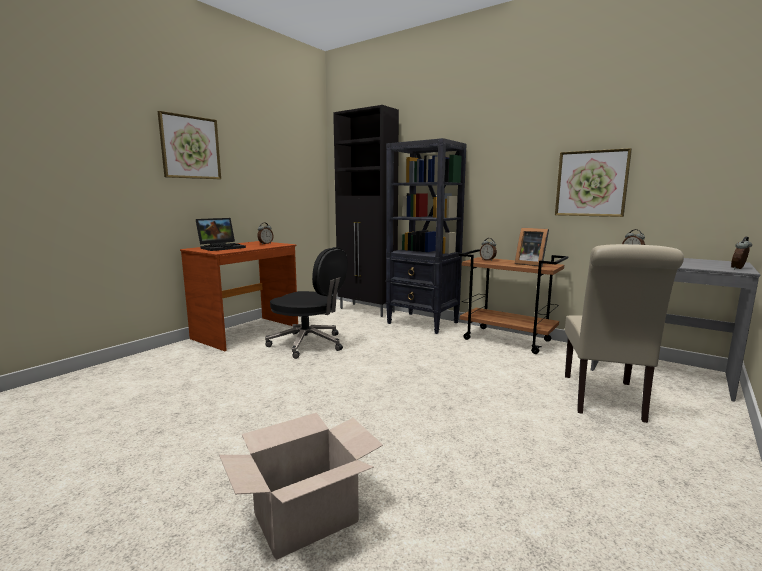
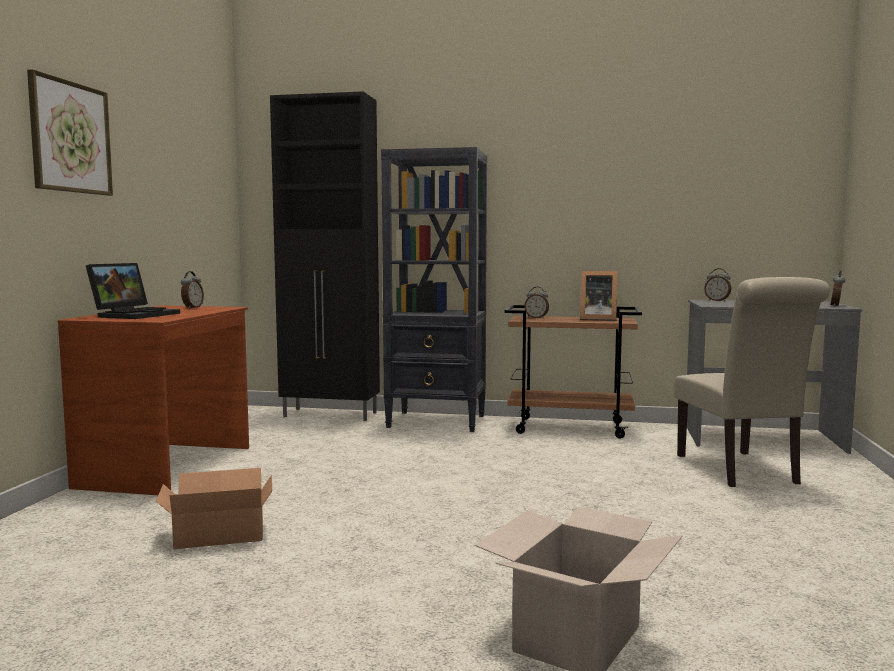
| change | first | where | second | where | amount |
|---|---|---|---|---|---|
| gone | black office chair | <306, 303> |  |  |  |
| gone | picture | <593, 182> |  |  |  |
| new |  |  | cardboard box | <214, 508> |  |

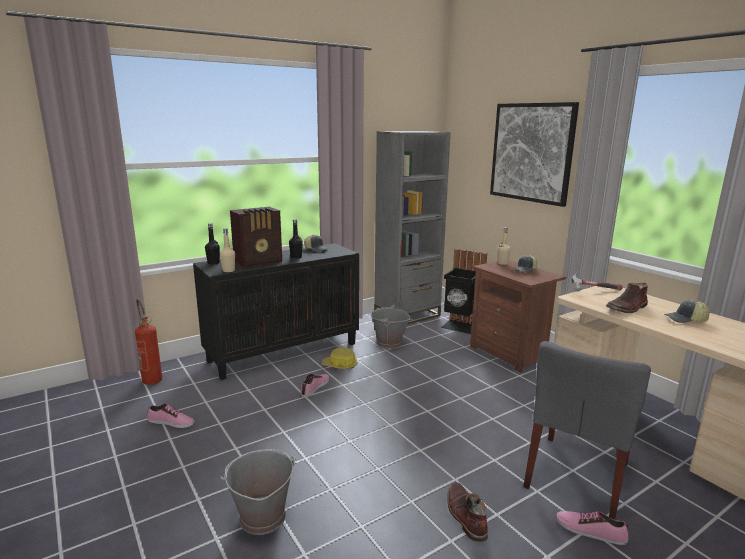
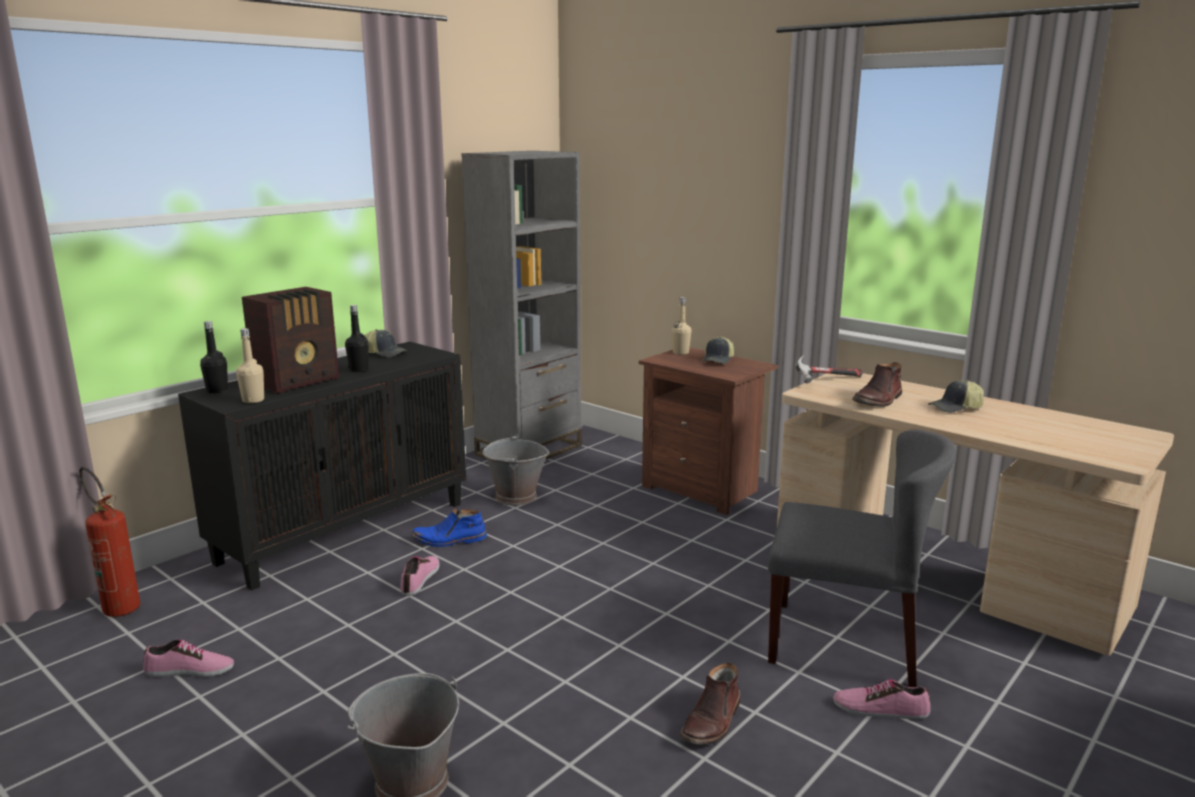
| change | first | where | second | where | amount |
|---|---|---|---|---|---|
| gone | black trash can | <464, 291> |  |  |  |
| gone | picture | <534, 154> |  |  |  |
| swapped | hard hat | <340, 358> | blue boot | <449, 527> |  |
| rotated | brown boot | <468, 512> |  | <710, 704> | 120 degrees counterclockwise |
| rotated | grey chair | <587, 430> |  | <862, 558> | 90 degrees counterclockwise |

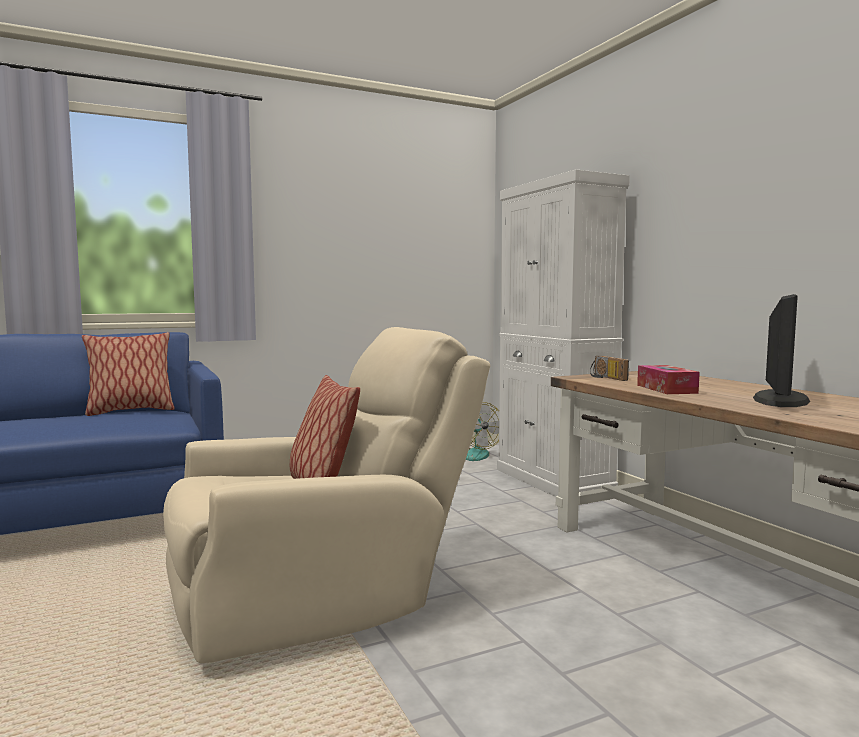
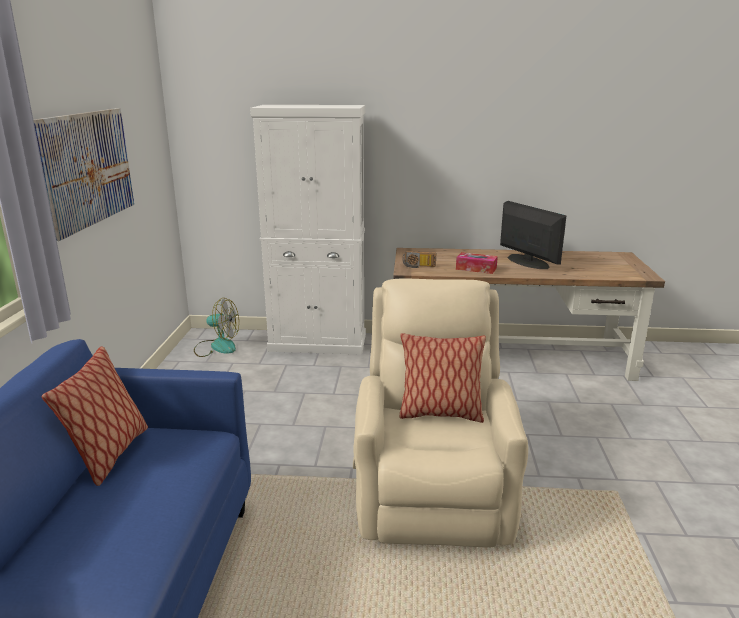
| change | first | where | second | where | amount |
|---|---|---|---|---|---|
| new |  |  | picture | <83, 174> |  |

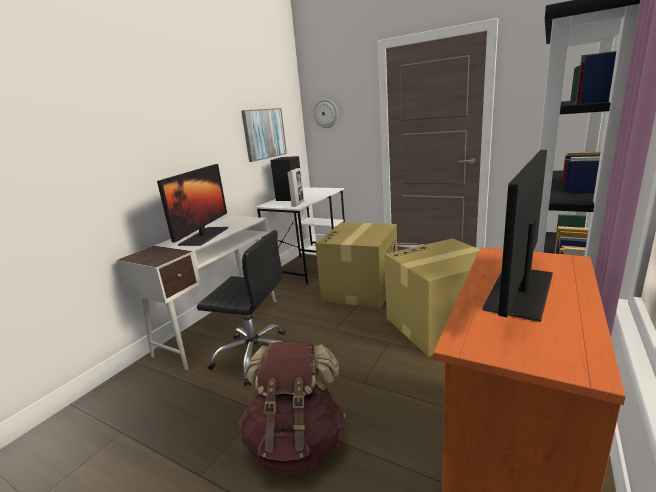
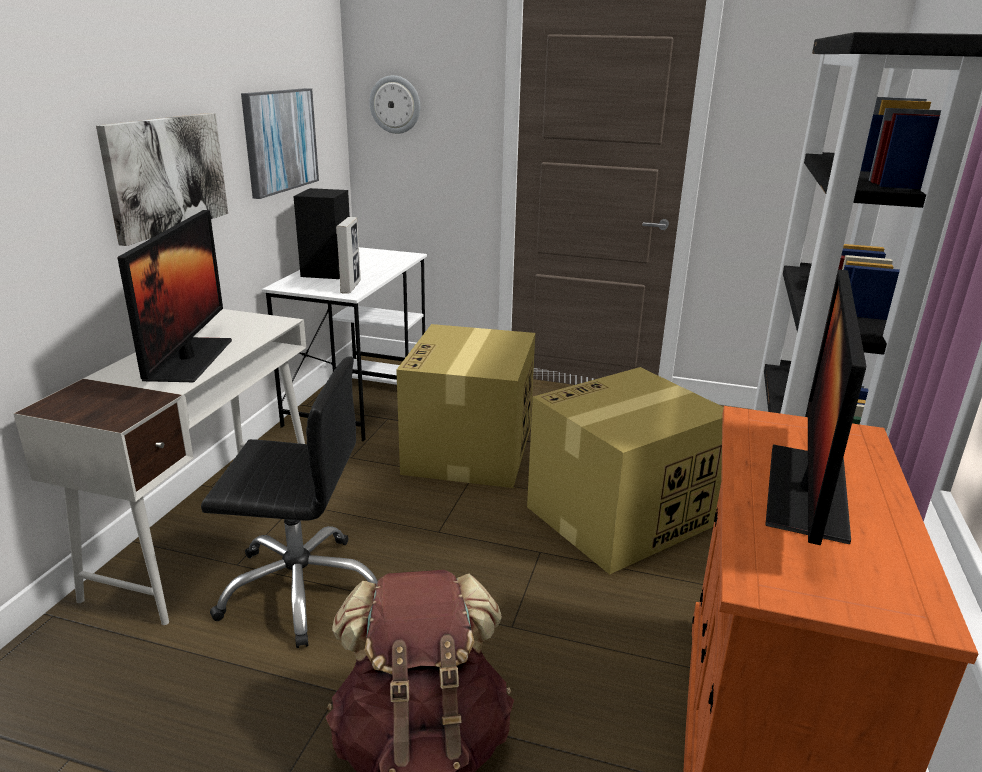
| change | first | where | second | where | amount |
|---|---|---|---|---|---|
| new |  |  | picture | <162, 179> |  |

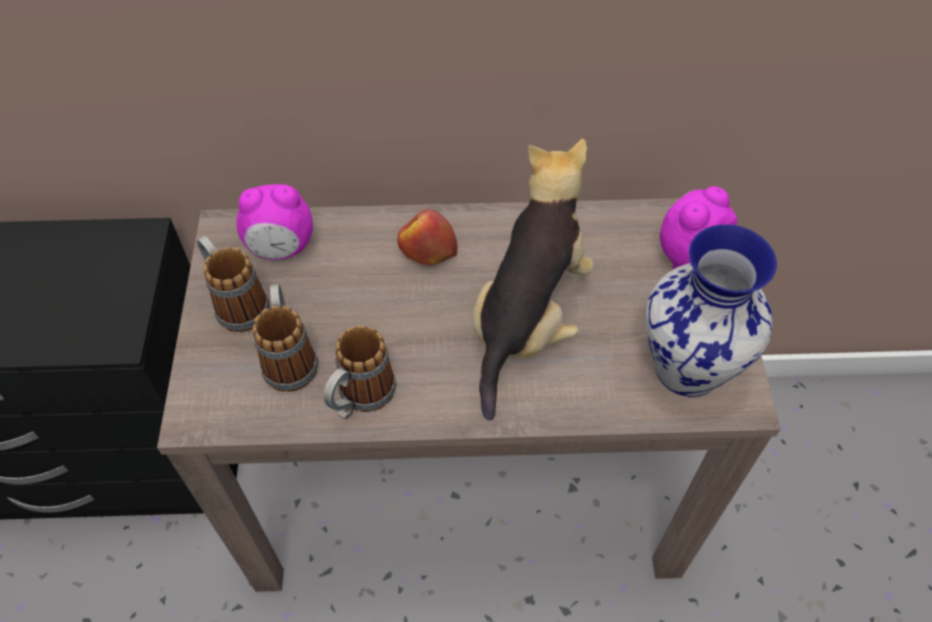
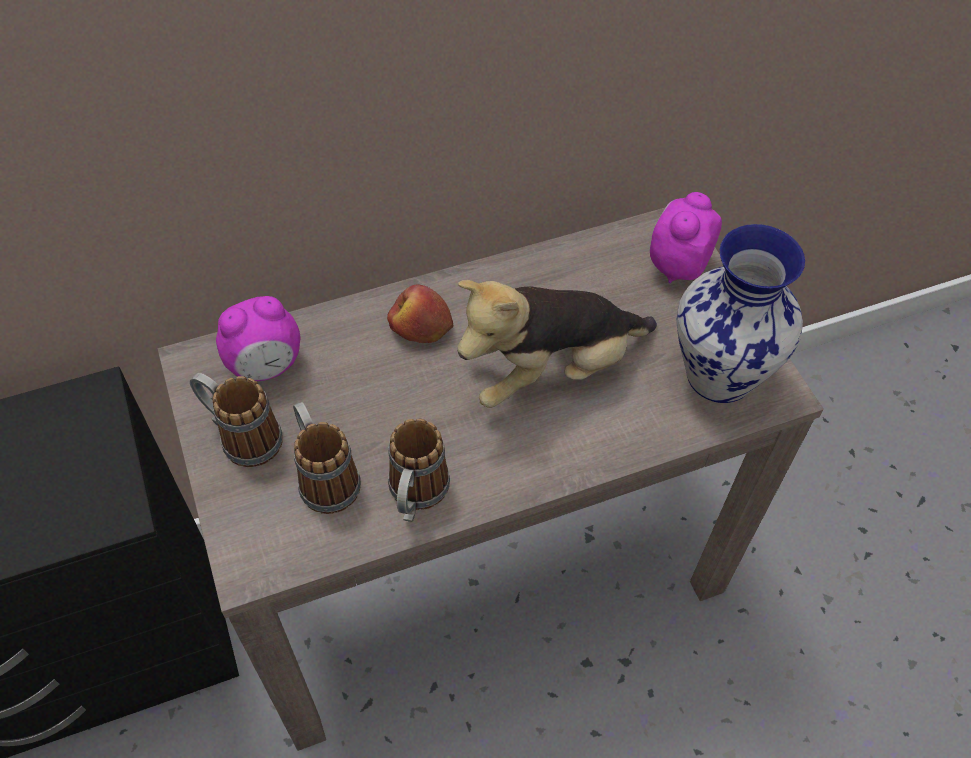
| change | first | where | second | where | amount |
|---|---|---|---|---|---|
| rotated | plush toy | <533, 279> |  | <557, 344> | 120 degrees counterclockwise |

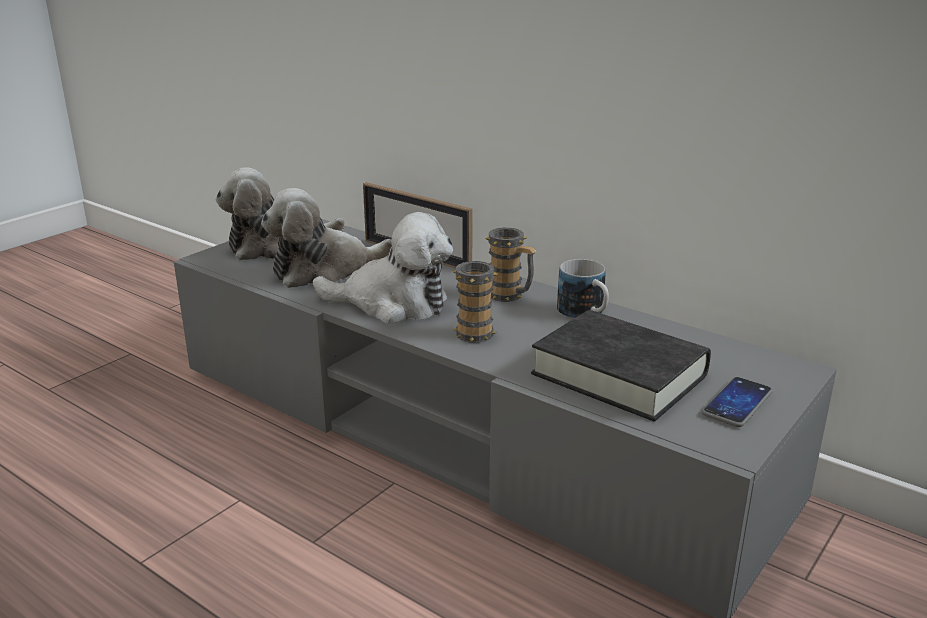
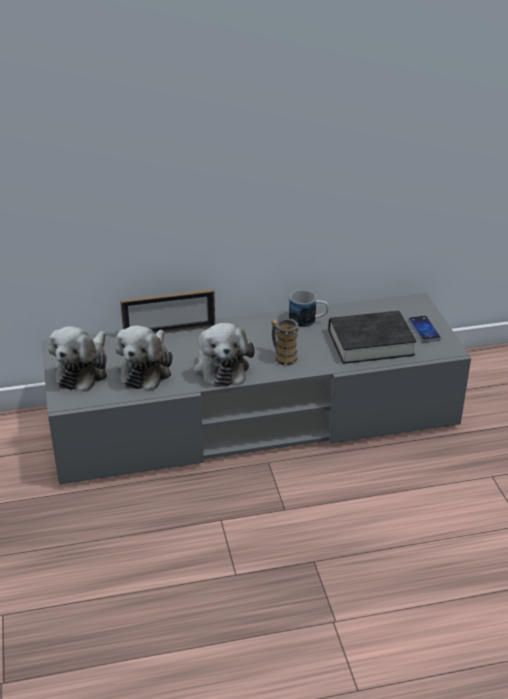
| change | first | where | second | where | amount |
|---|---|---|---|---|---|
| gone | mug | <511, 265> |  |  |  |
| rotated | plush toy | <383, 267> |  | <224, 355> | 120 degrees clockwise |

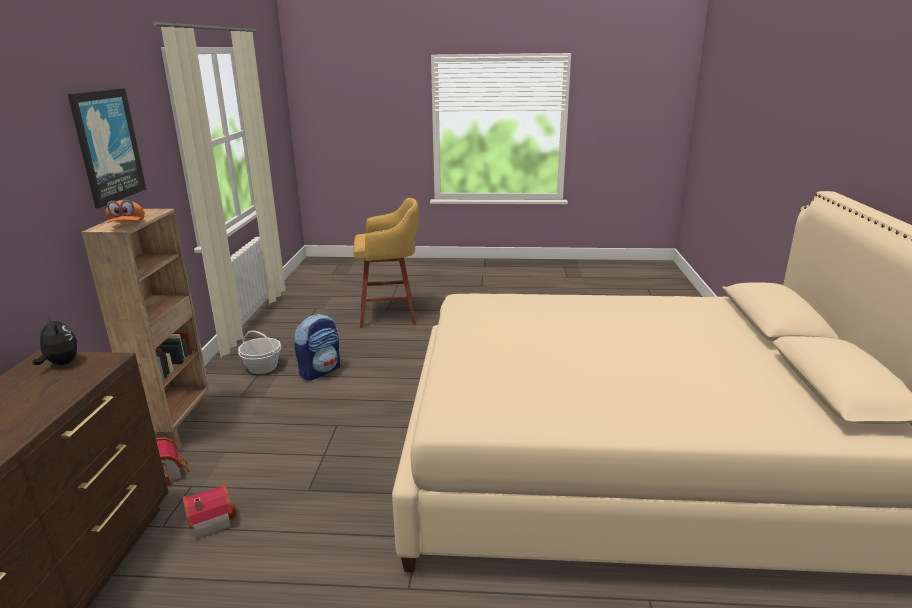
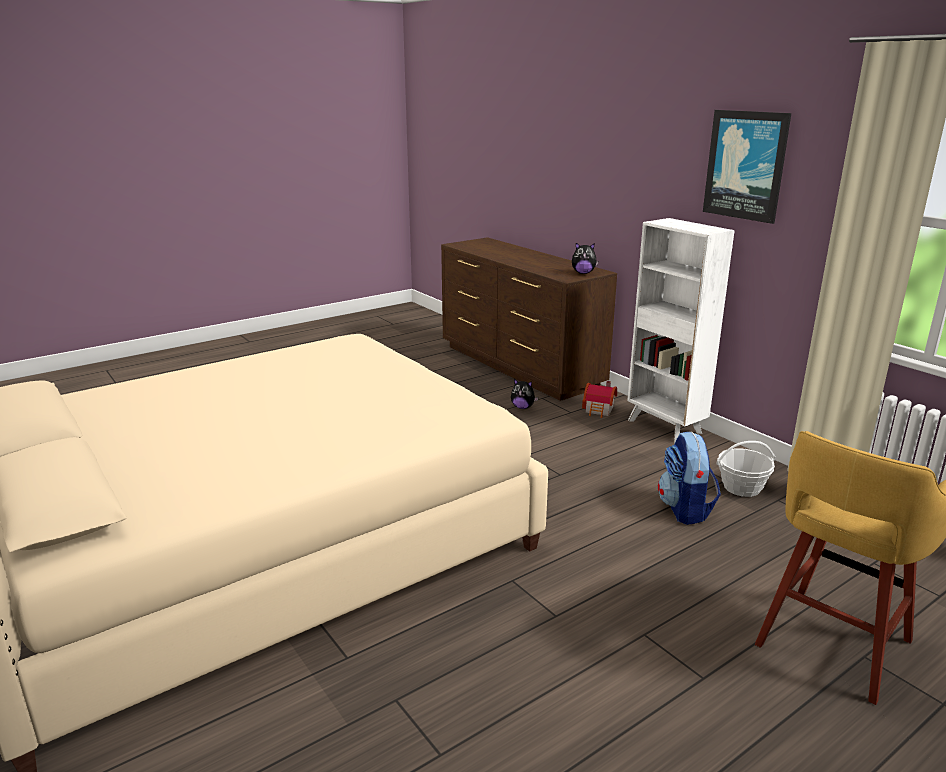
| change | first | where | second | where | amount |
|---|---|---|---|---|---|
| gone | orange cap | <125, 211> |  |  |  |
| swapped | toy house | <209, 511> | plush toy | <524, 394> |  |
| repainted | brown bookcase | <146, 329> | white bookcase | <681, 330> |  |

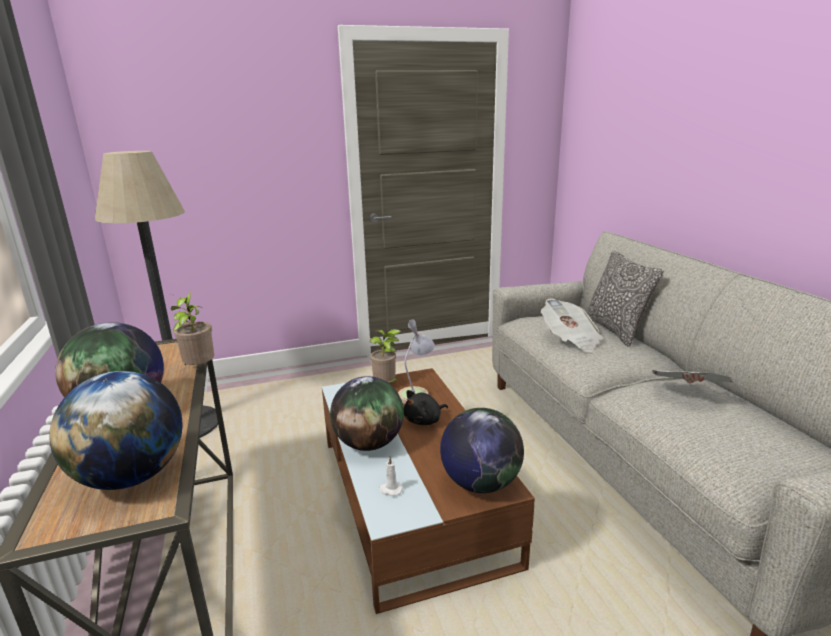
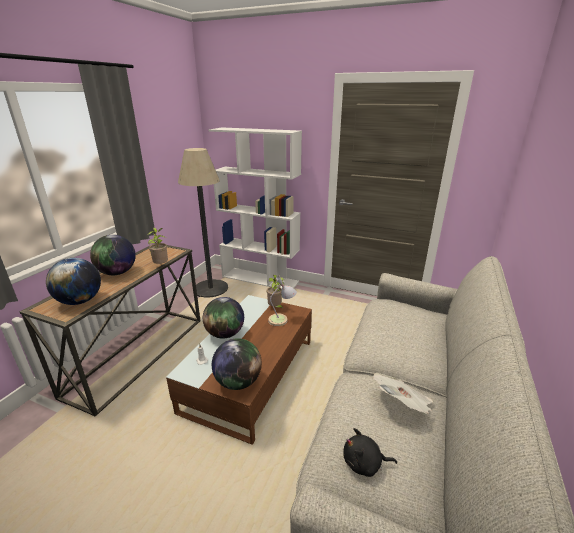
| change | first | where | second | where | amount |
|---|---|---|---|---|---|
| gone | newspaper | <572, 325> |  |  |  |
| gone | pillow | <625, 298> |  |  |  |
| new |  |  | white bookcase | <255, 208> |  |
| shifted | black plush toy | <426, 407> |  | <370, 452> |  |

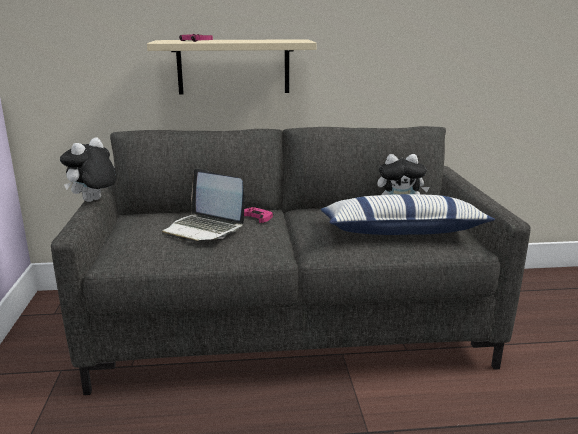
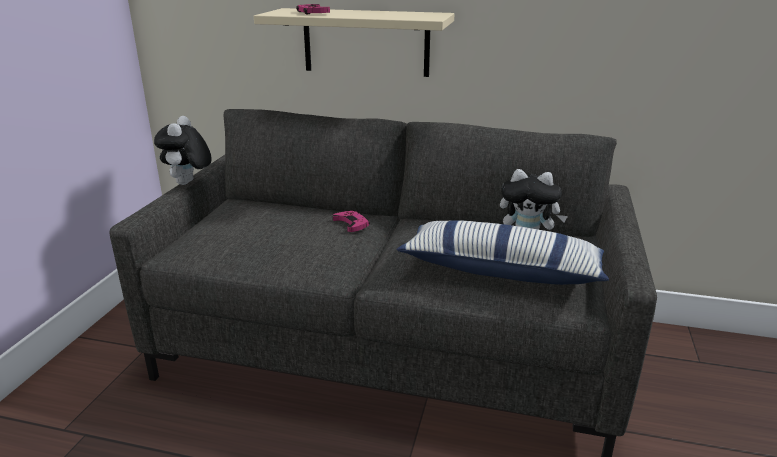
| change | first | where | second | where | amount |
|---|---|---|---|---|---|
| gone | laptop | <203, 205> |  |  |  |
| rotated | plush toy | <88, 169> |  | <183, 150> | 45 degrees counterclockwise |

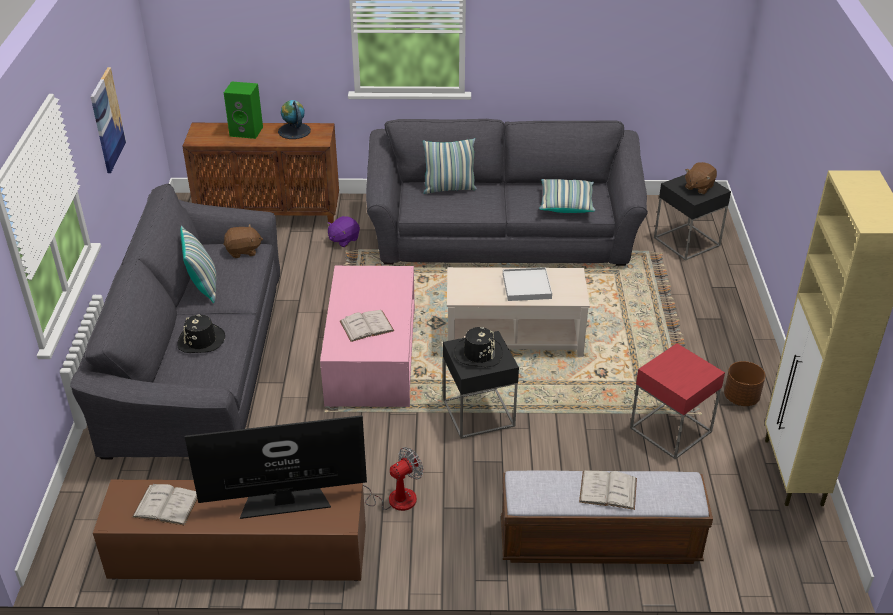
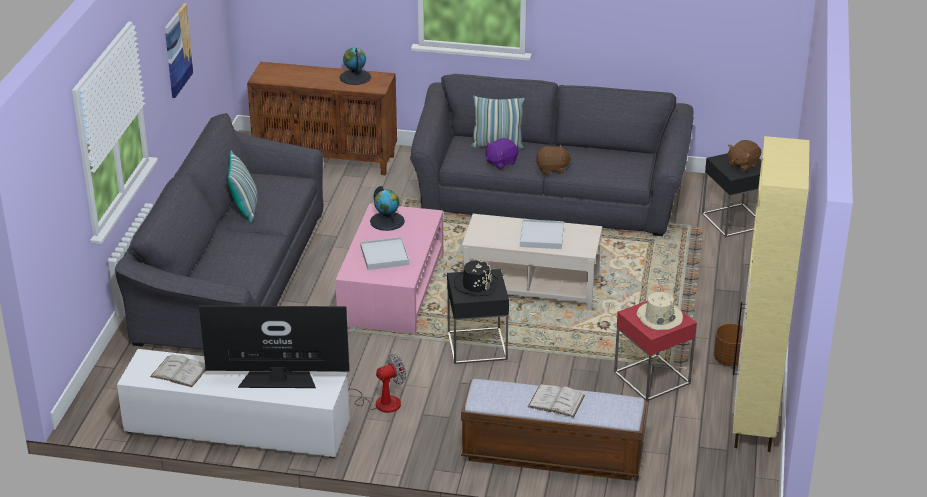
| change | first | where | second | where | amount |
|---|---|---|---|---|---|
| gone | black hat | <201, 333> |  |  |  |
| gone | green speaker | <243, 110> |  |  |  |
| gone | pillow | <567, 196> |  |  |  |
| new |  |  | globe | <387, 208> |  |
| new |  |  | beige hat | <660, 311> |  |
| shifted | brown plush toy | <243, 241> |  | <554, 160> |  |
| shifted | purple plush toy | <343, 231> |  | <501, 153> |  |
| swapped | white book | <367, 326> | white tray | <384, 253> |  |
| repainted | brown tv stand | <229, 530> | white tv stand | <233, 403> |  |

